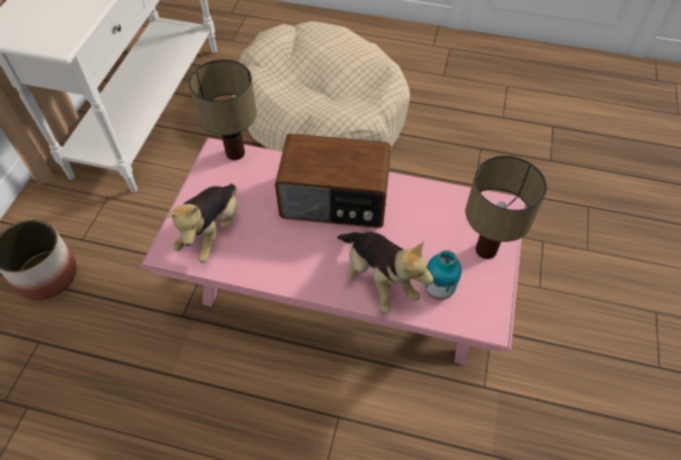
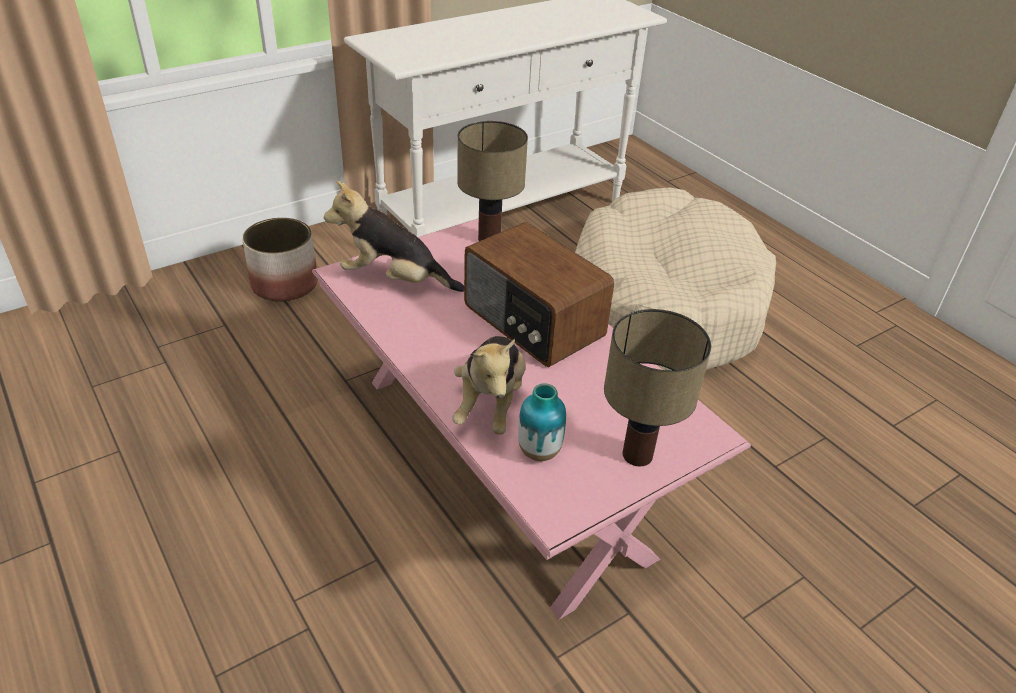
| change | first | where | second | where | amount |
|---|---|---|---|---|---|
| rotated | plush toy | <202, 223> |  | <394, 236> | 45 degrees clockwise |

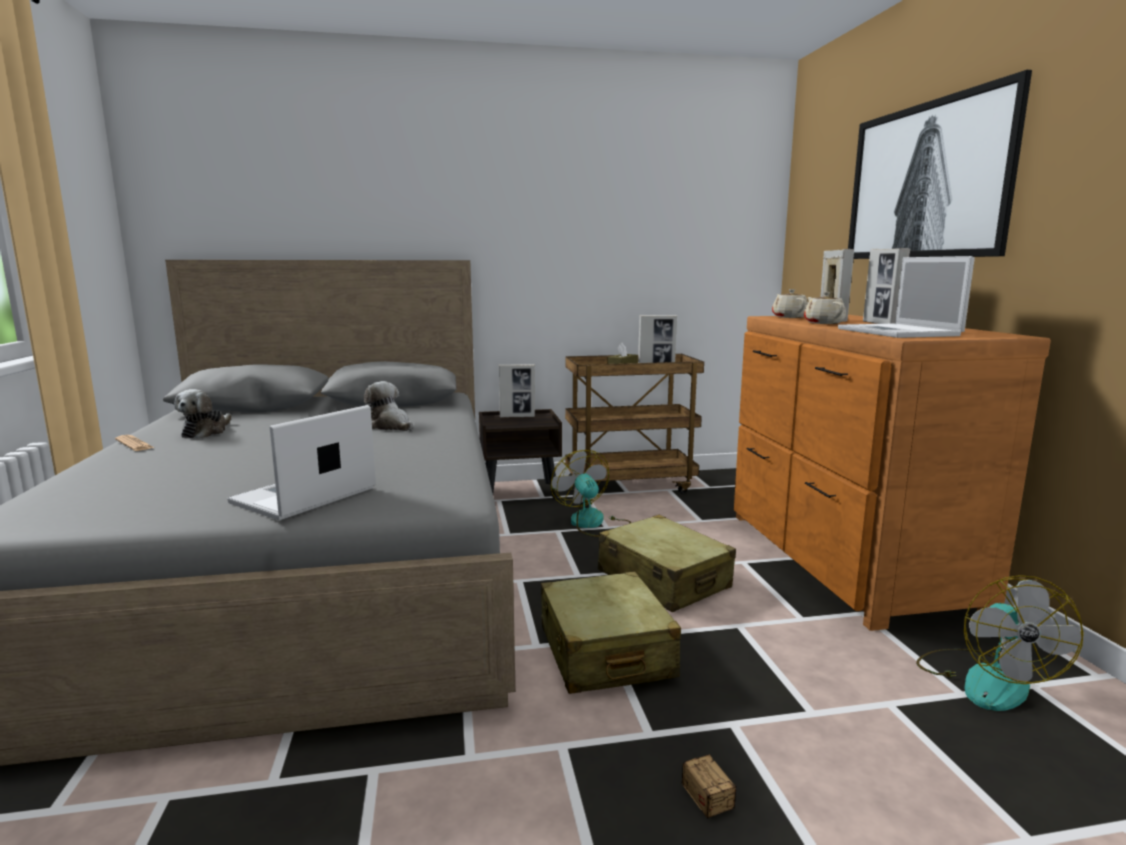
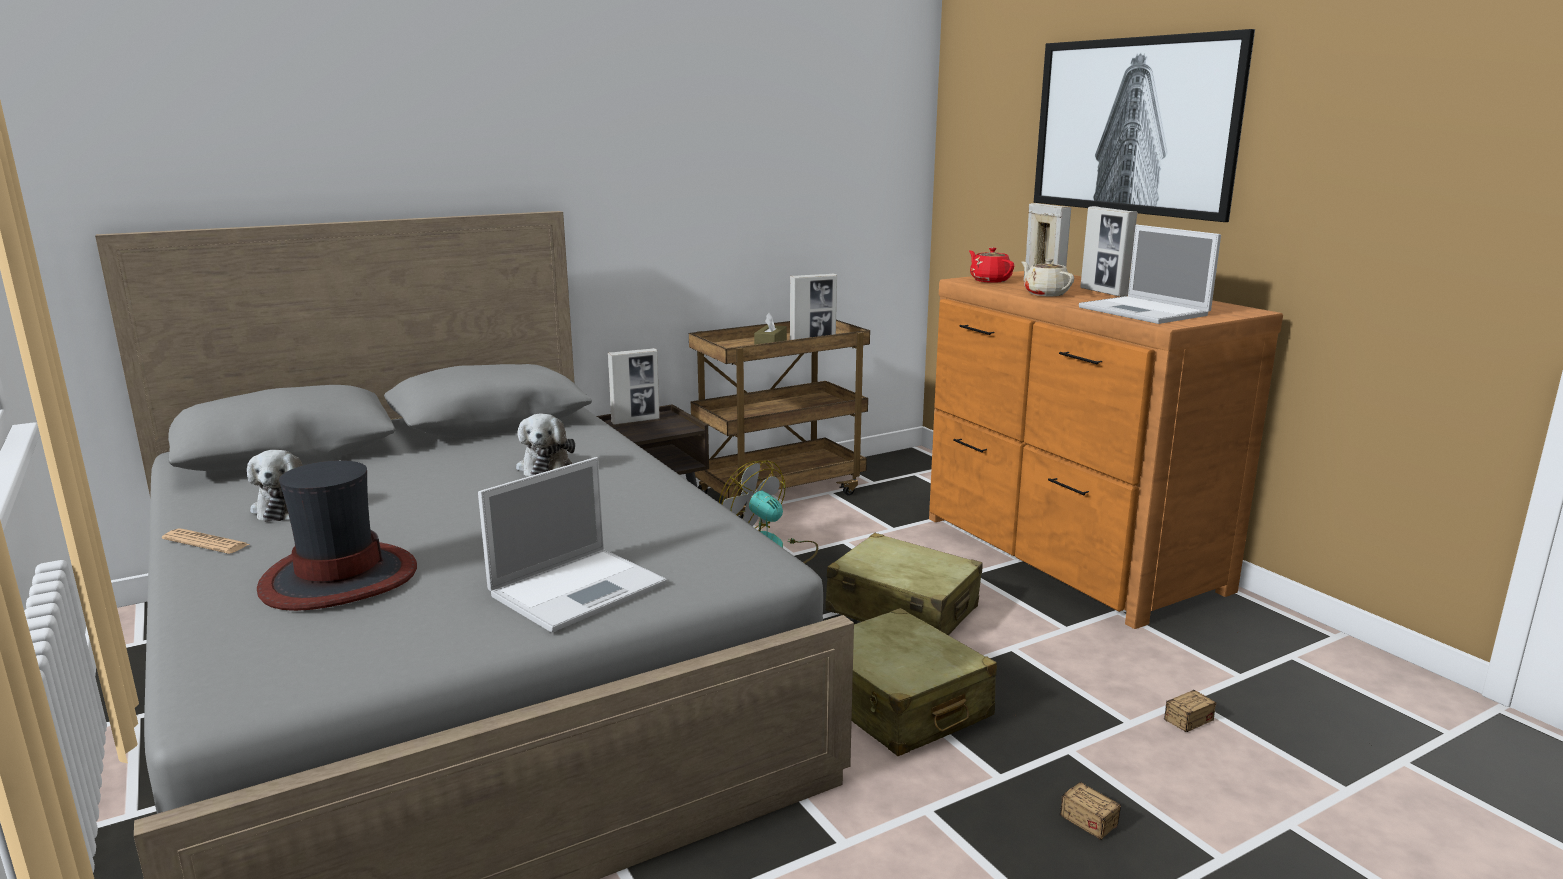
| change | first | where | second | where | amount |
|---|---|---|---|---|---|
| gone | fan | <1000, 643> |  |  |  |
| new |  |  | hat | <337, 535> |  |
| new |  |  | storage box | <1201, 682> |  |
| repainted | beige teapot | <790, 303> | red teapot | <991, 265> |  |
| rotated | laptop | <301, 462> |  | <572, 545> | 150 degrees counterclockwise |
| rotated | plush toy | <388, 406> |  | <545, 445> | 120 degrees counterclockwise |

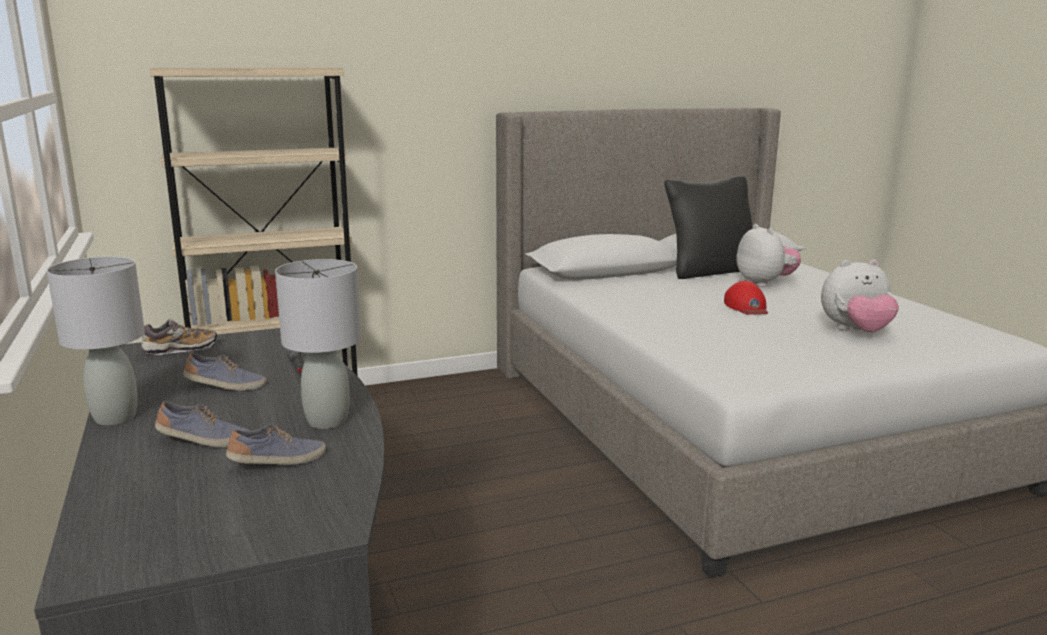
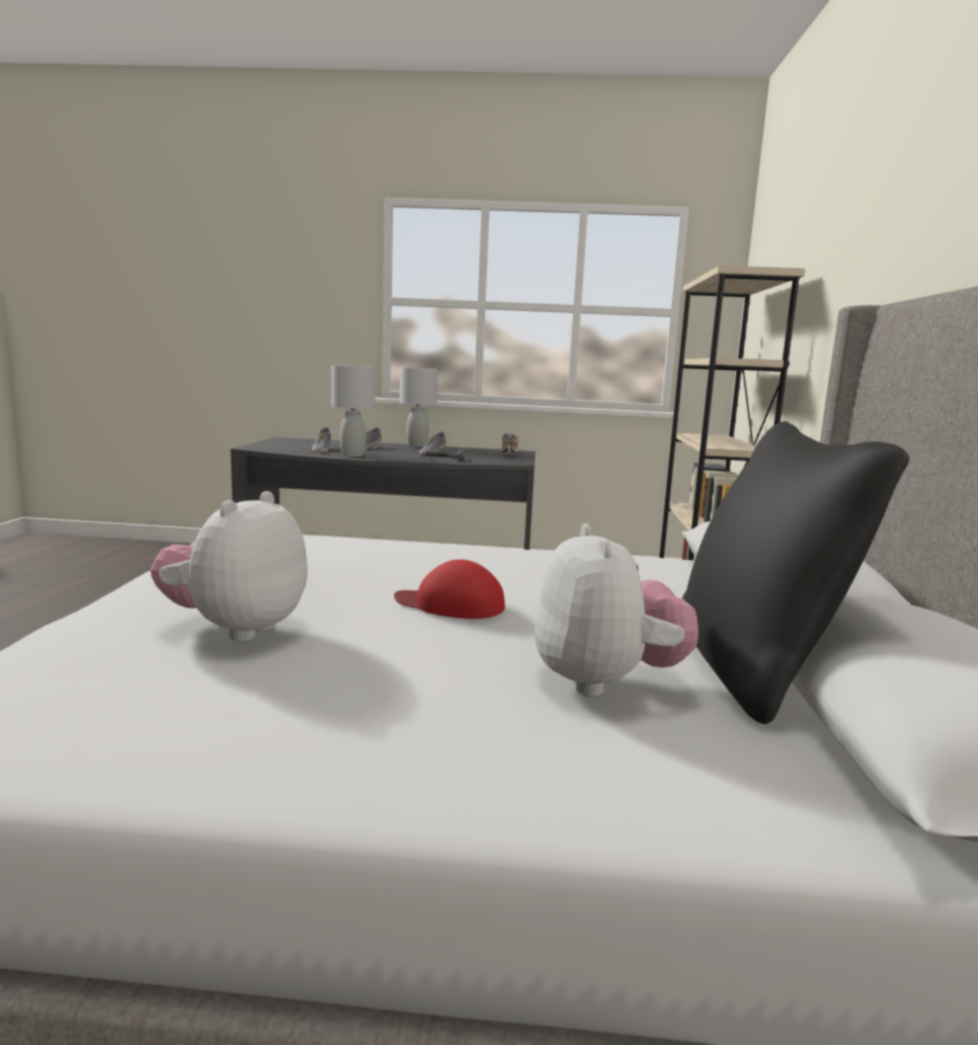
| change | first | where | second | where | amount |
|---|---|---|---|---|---|
| rotated | plush toy | <768, 255> |  | <616, 610> | 105 degrees counterclockwise |

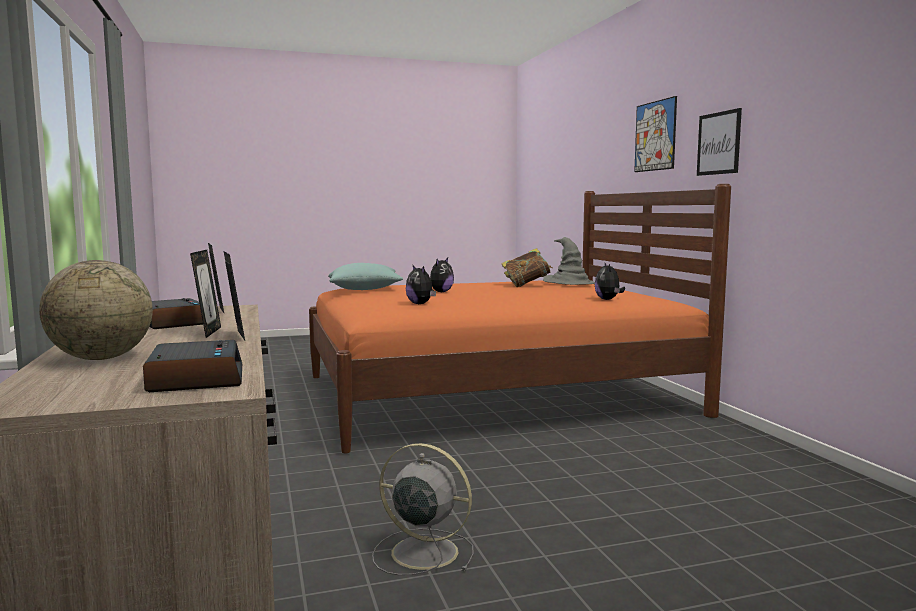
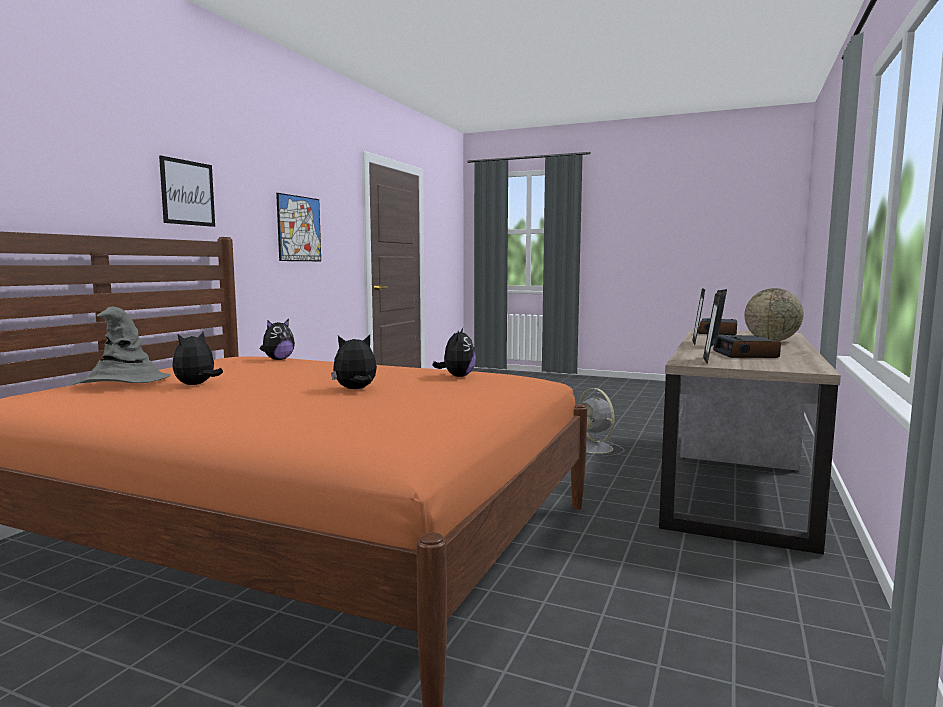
| change | first | where | second | where | amount |
|---|---|---|---|---|---|
| gone | turquoise pillow | <365, 276> |  |  |  |
| shifted | picture | <655, 134> |  | <298, 227> |  |
| swapped | book | <526, 267> | plush toy | <197, 358> |  |

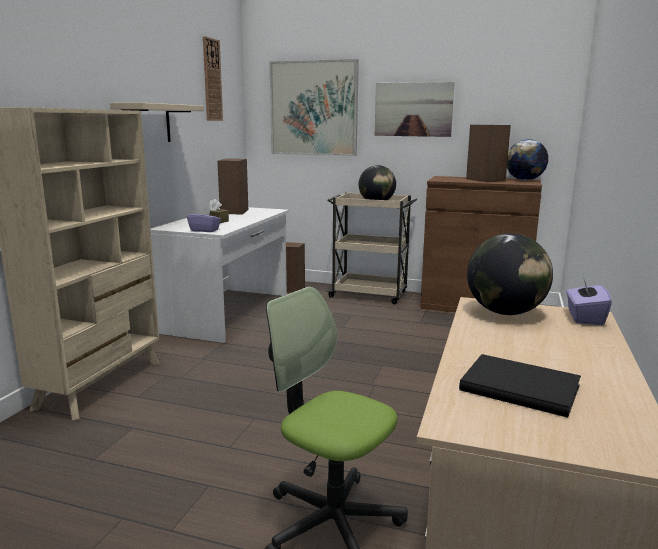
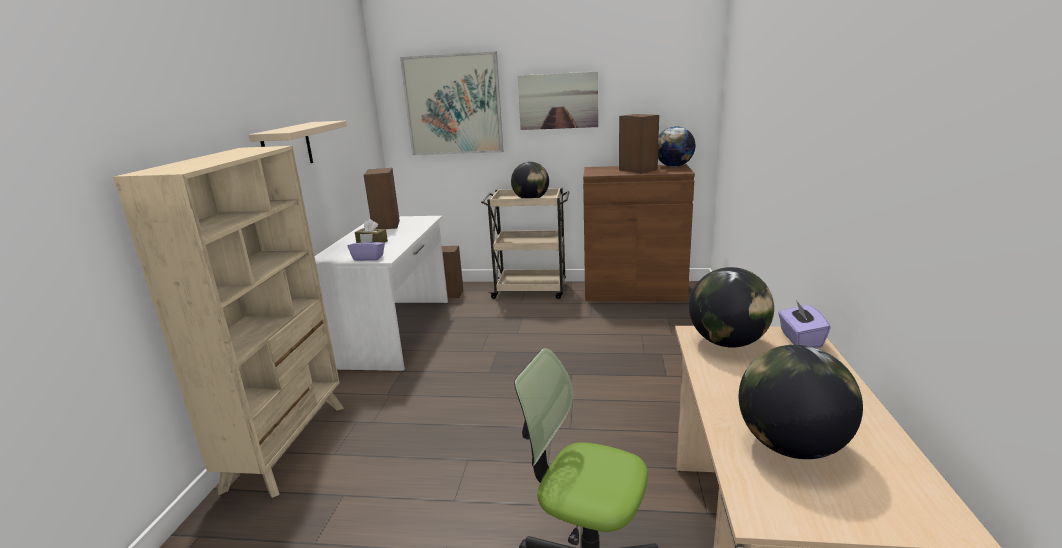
| change | first | where | second | where | amount |
|---|---|---|---|---|---|
| gone | wall clock | <213, 78> |  |  |  |
| swapped | black book | <520, 386> | globe | <801, 402> |  |

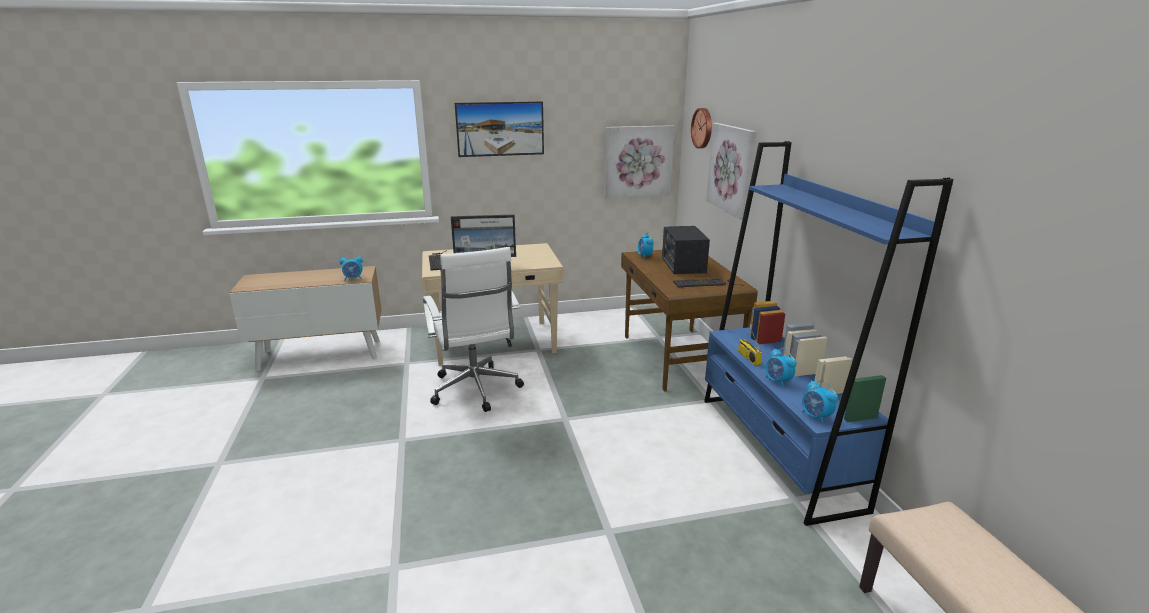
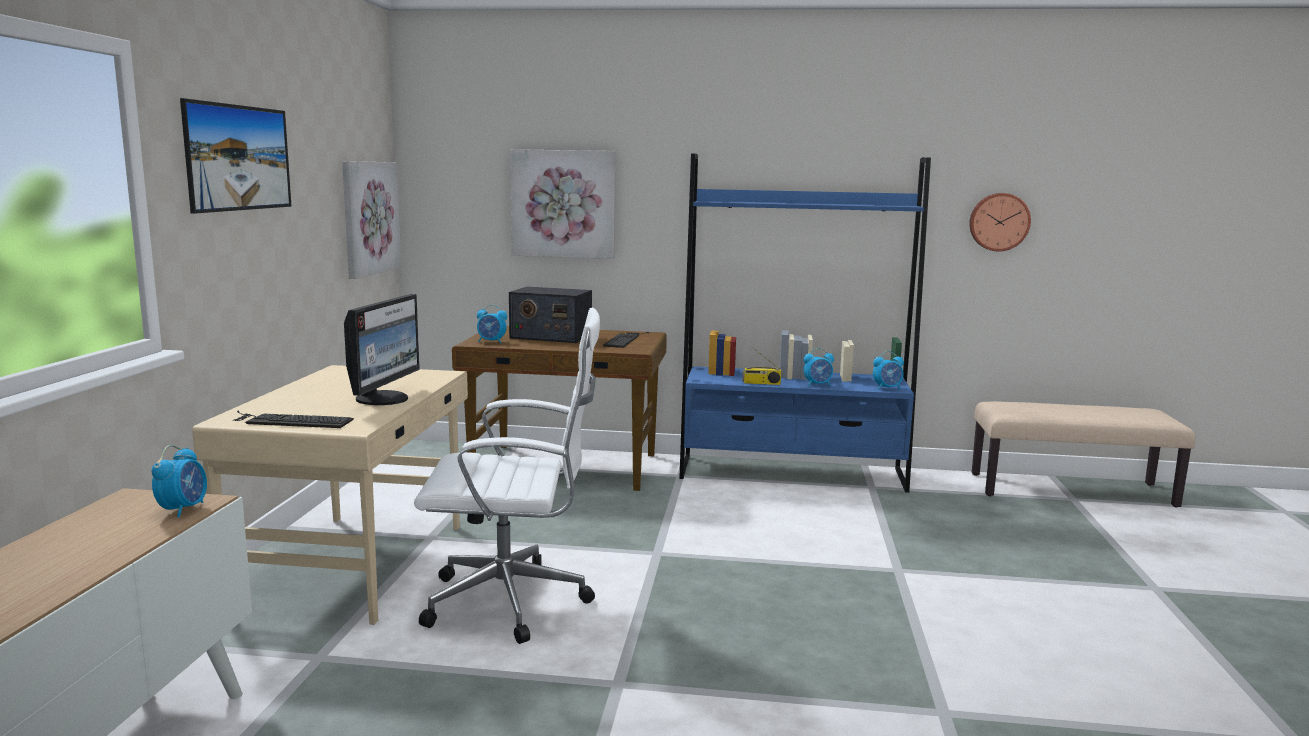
| change | first | where | second | where | amount |
|---|---|---|---|---|---|
| shifted | wall clock | <701, 128> |  | <1000, 222> |  |

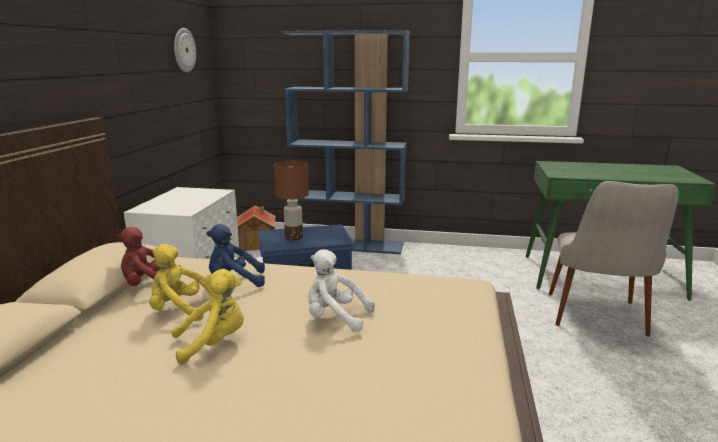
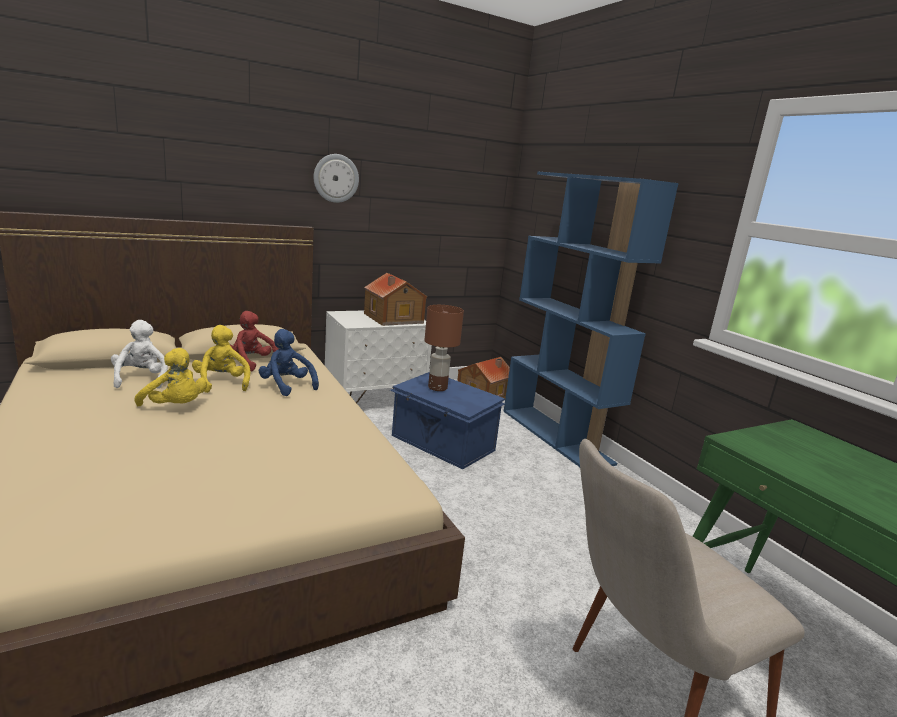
| change | first | where | second | where | amount |
|---|---|---|---|---|---|
| new |  |  | toy house | <395, 299> |  |
| shifted | wall clock | <185, 50> |  | <336, 178> |  |
| shifted | white plush toy | <341, 291> |  | <139, 354> |  |

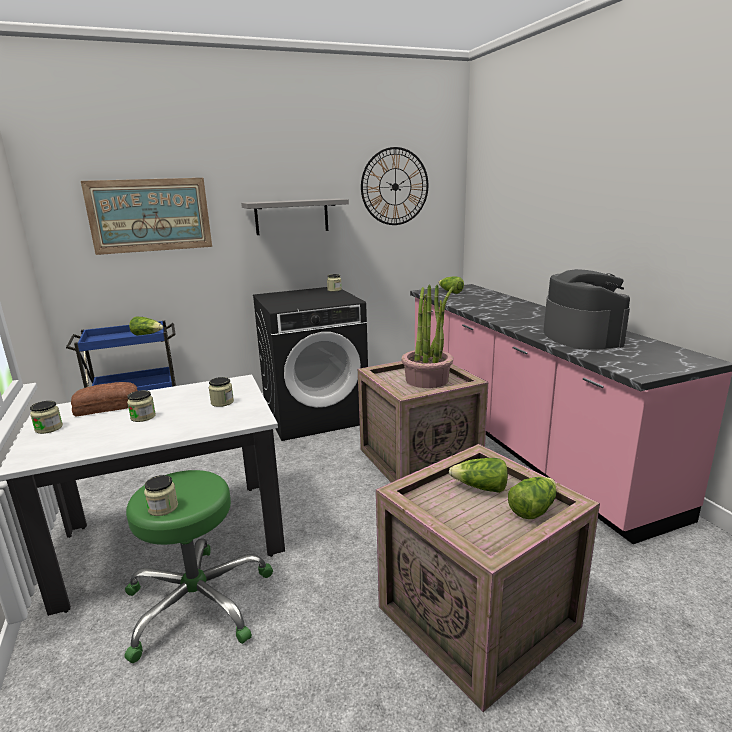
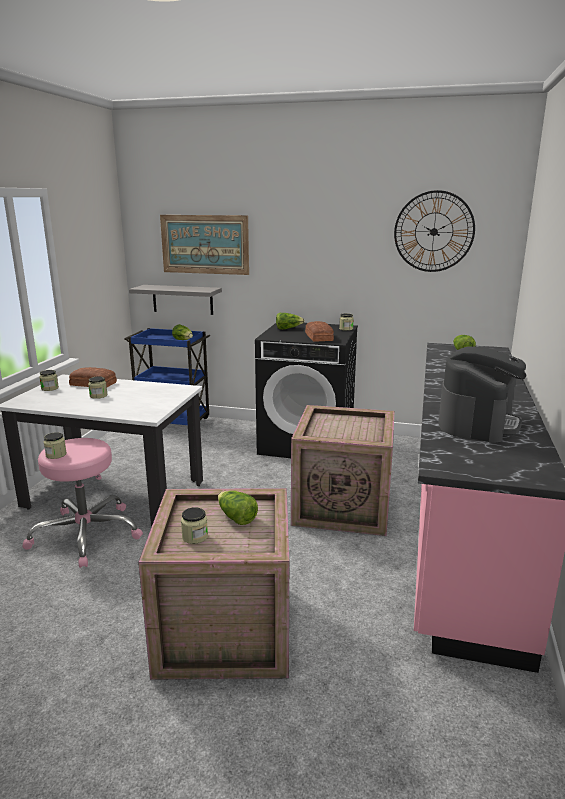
| change | first | where | second | where | amount |
|---|---|---|---|---|---|
| gone | potted plant | <427, 336> |  |  |  |
| new |  |  | bread | <319, 331> |  |
| shifted | jar | <221, 392> |  | <194, 525> |  |
| shifted | grey shelf | <295, 217> |  | <175, 300> |  |
| shifted | lettuce | <532, 498> |  | <290, 321> |  |
| repainted | green stool | <198, 566> | pink stool | <83, 503> |  |

